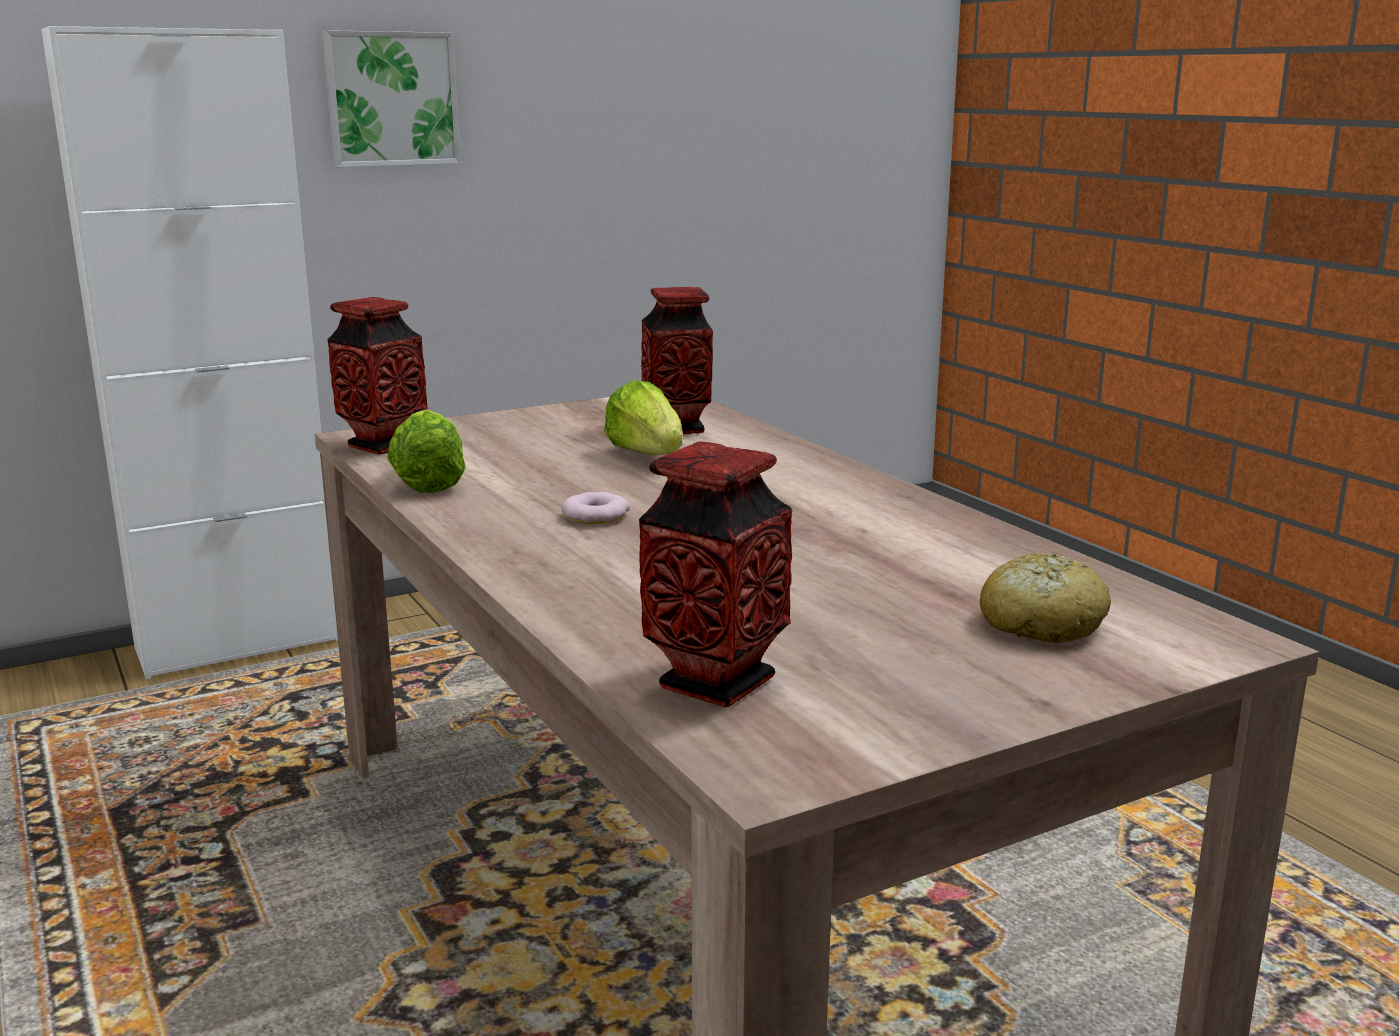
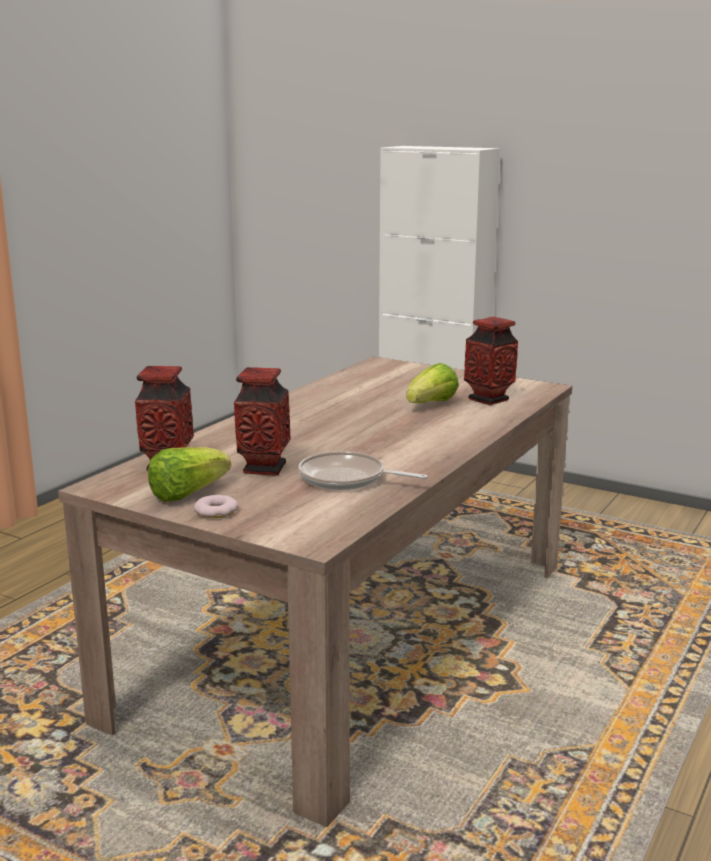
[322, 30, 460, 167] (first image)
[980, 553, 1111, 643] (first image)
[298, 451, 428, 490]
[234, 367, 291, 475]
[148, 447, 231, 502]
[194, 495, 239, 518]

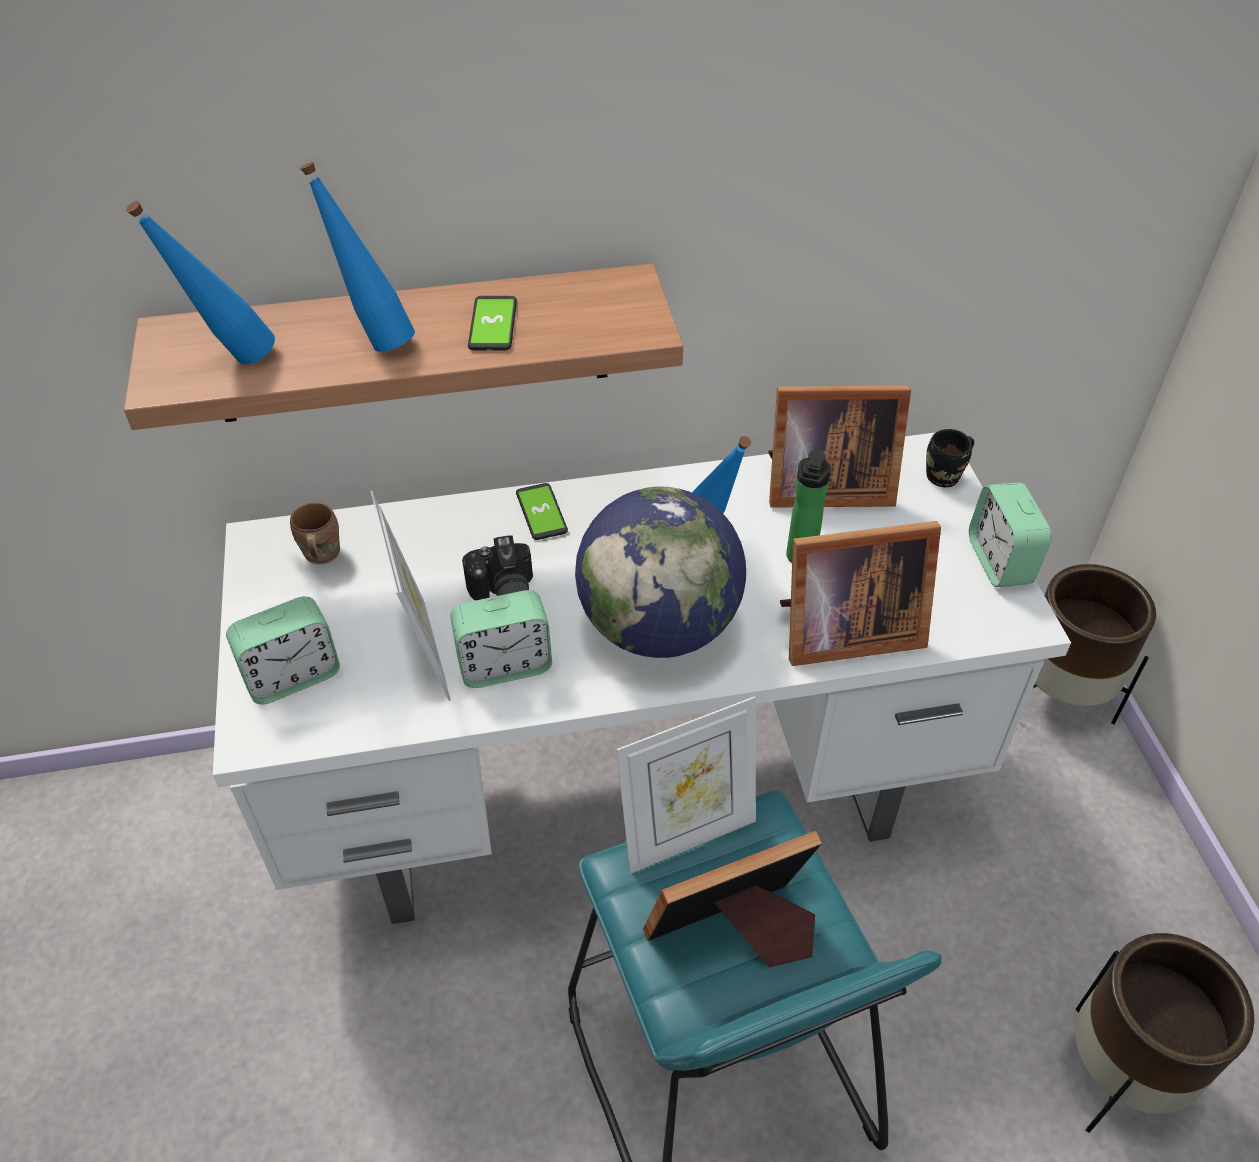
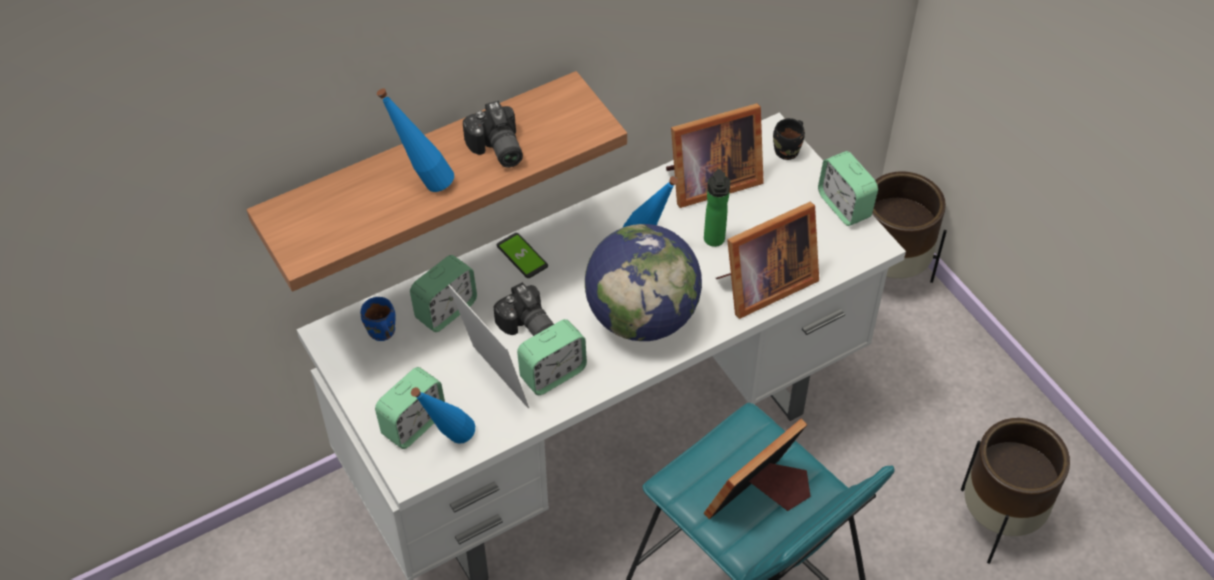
[616, 696, 756, 874] (first image)
[410, 255, 477, 332]
[411, 387, 475, 444]
[463, 101, 523, 167]
[361, 297, 396, 341]

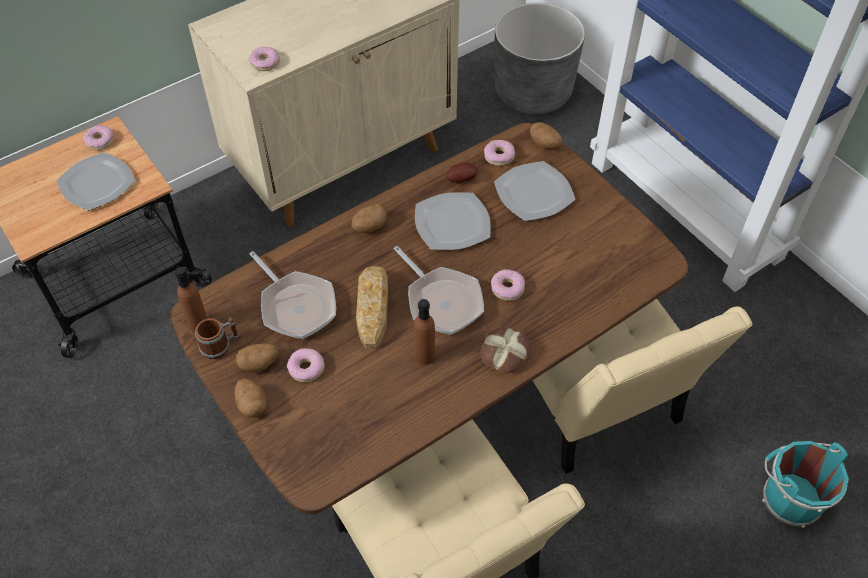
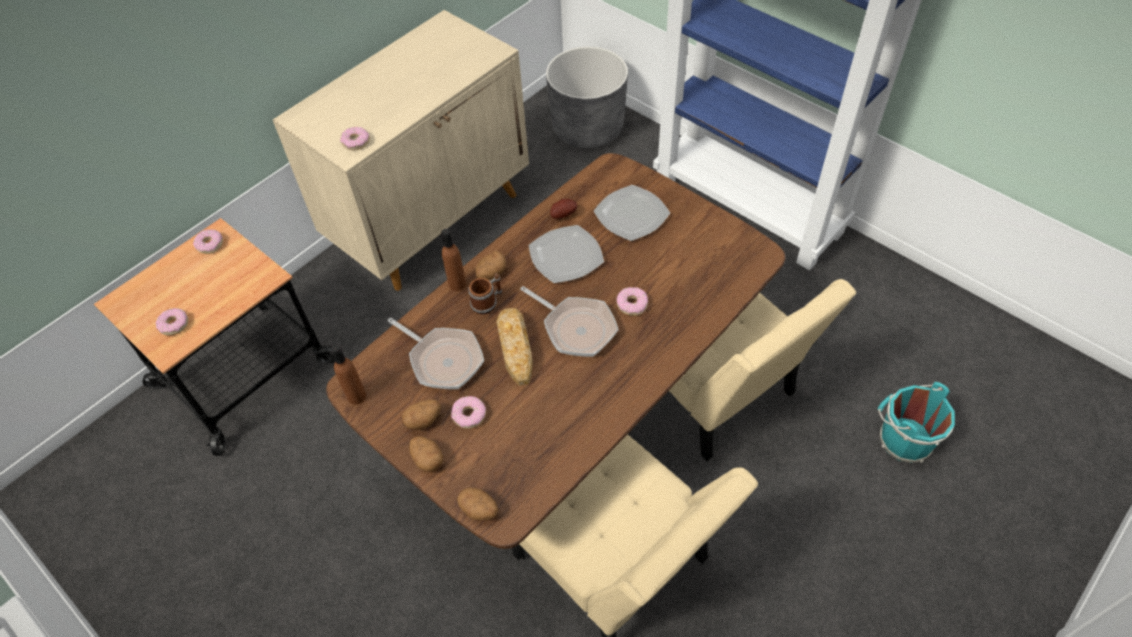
[57, 152, 135, 211] (first image)
[481, 328, 531, 374] (first image)
[468, 273, 503, 315]
[441, 229, 466, 291]
[156, 308, 188, 335]
[457, 487, 498, 520]

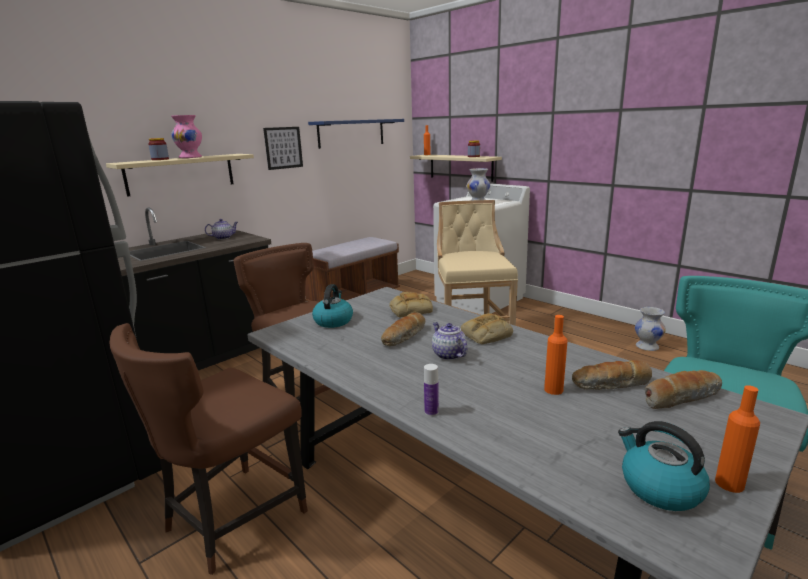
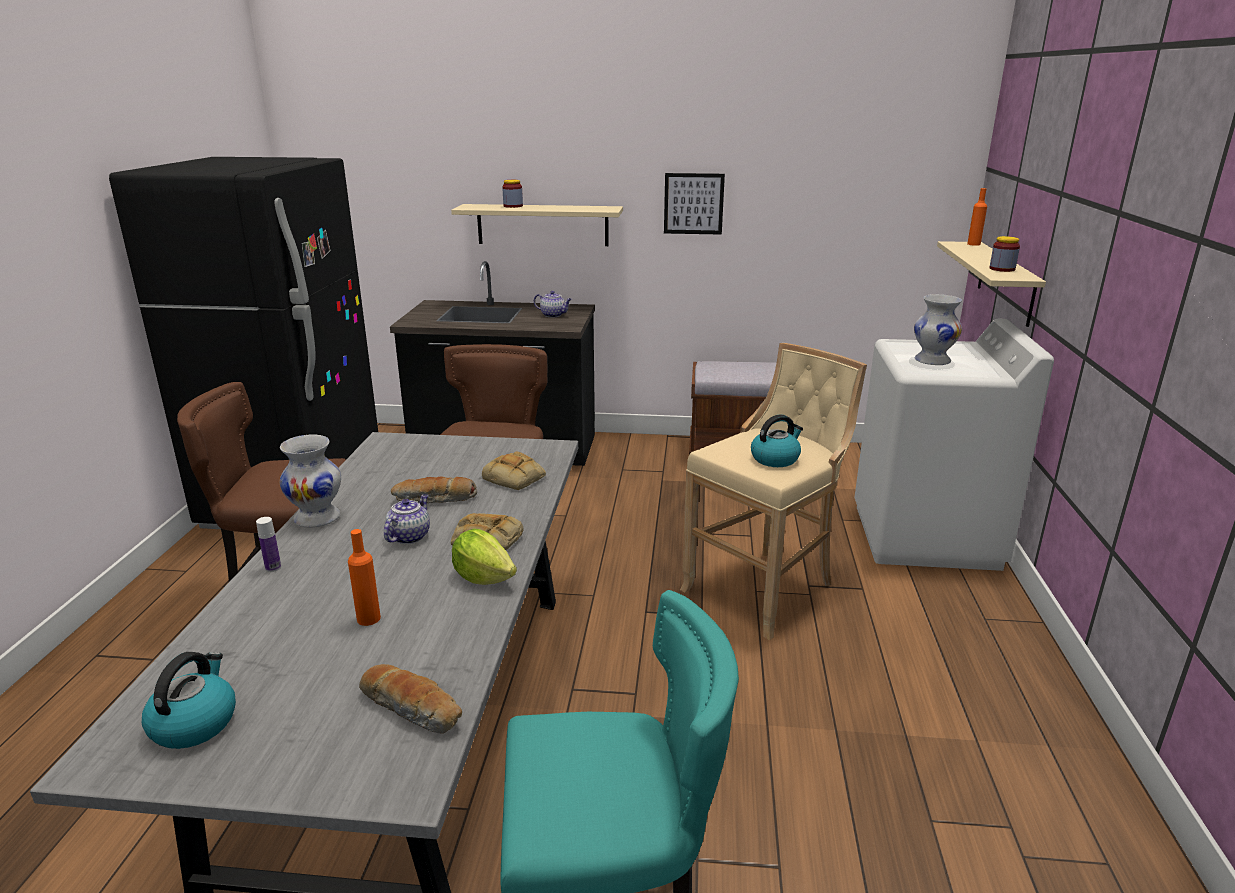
[171, 115, 202, 158] (first image)
[308, 119, 404, 149] (first image)
[572, 360, 652, 390] (first image)
[715, 385, 760, 493] (first image)
[452, 529, 517, 585]
[751, 414, 803, 467]
[280, 434, 341, 528]

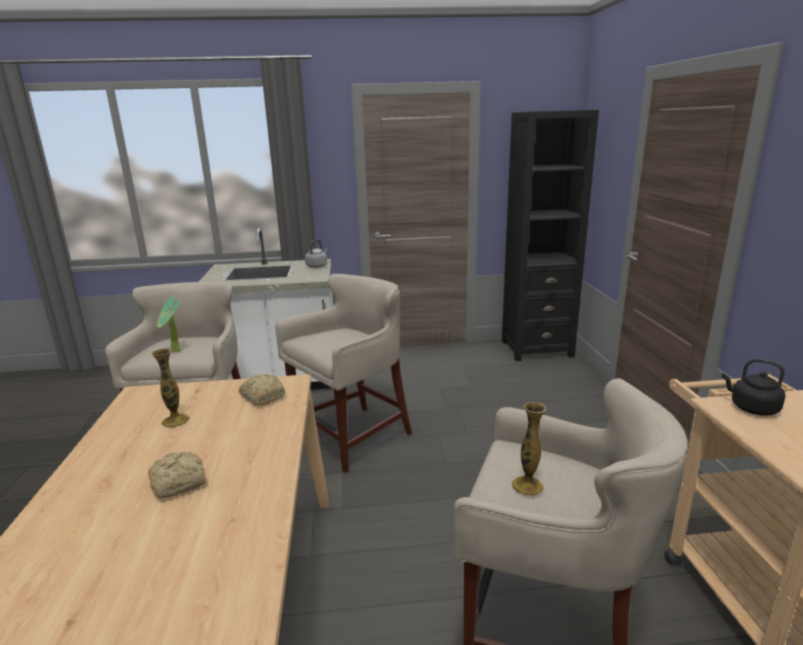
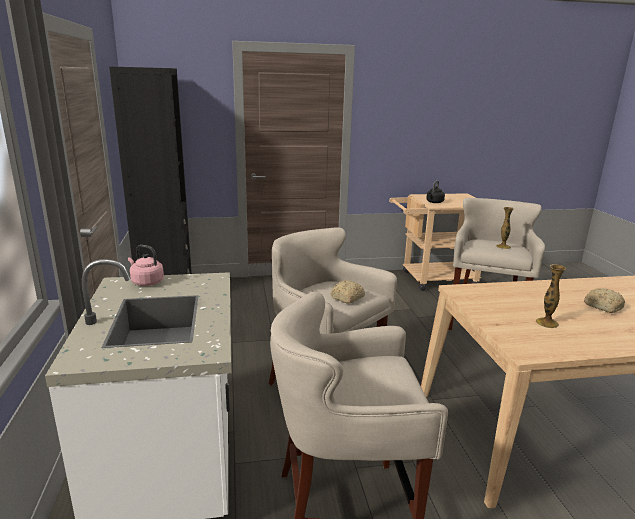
[157, 297, 181, 352] (first image)
[330, 280, 365, 304]
[128, 245, 164, 286]

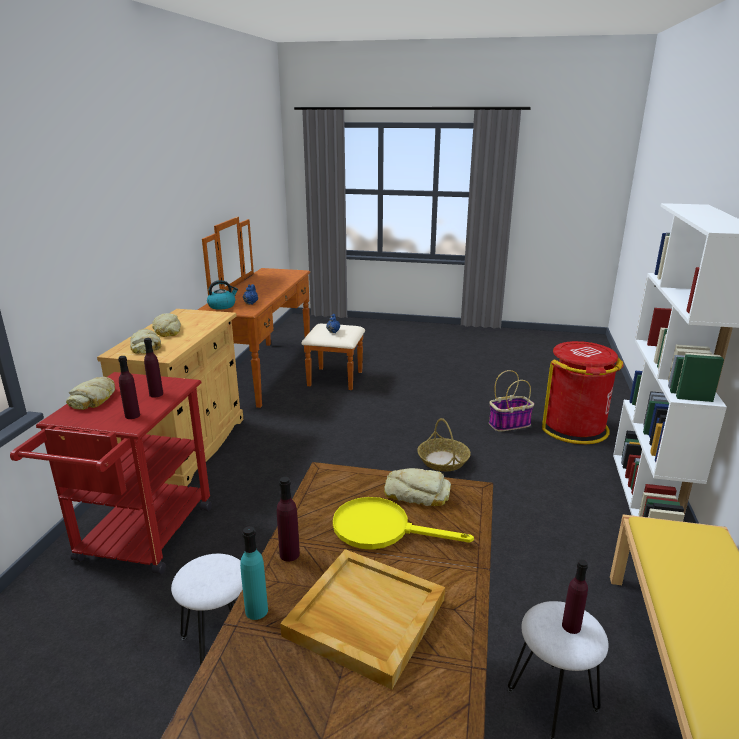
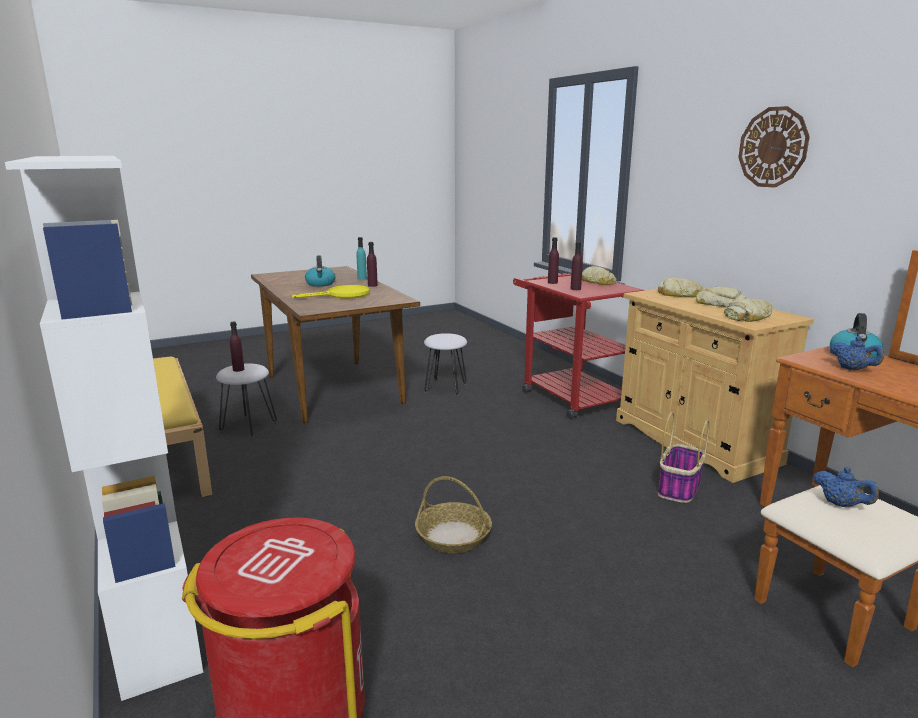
[738, 106, 810, 188]
[724, 298, 773, 322]
[658, 412, 710, 503]
[305, 255, 336, 287]

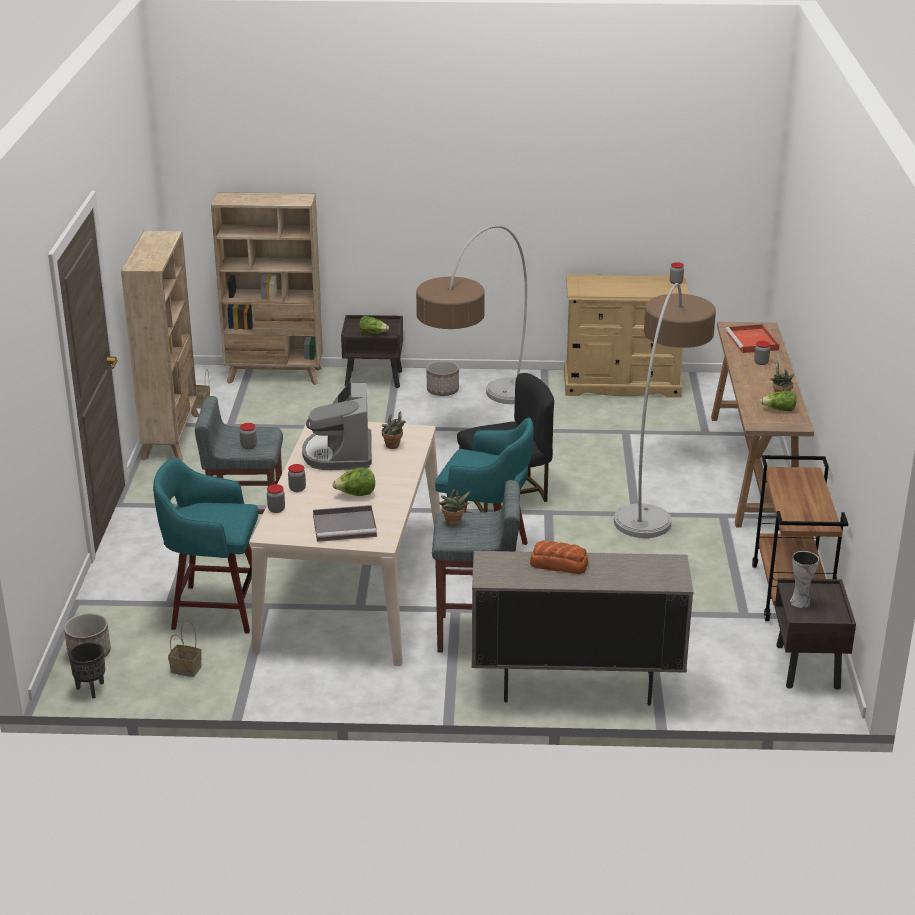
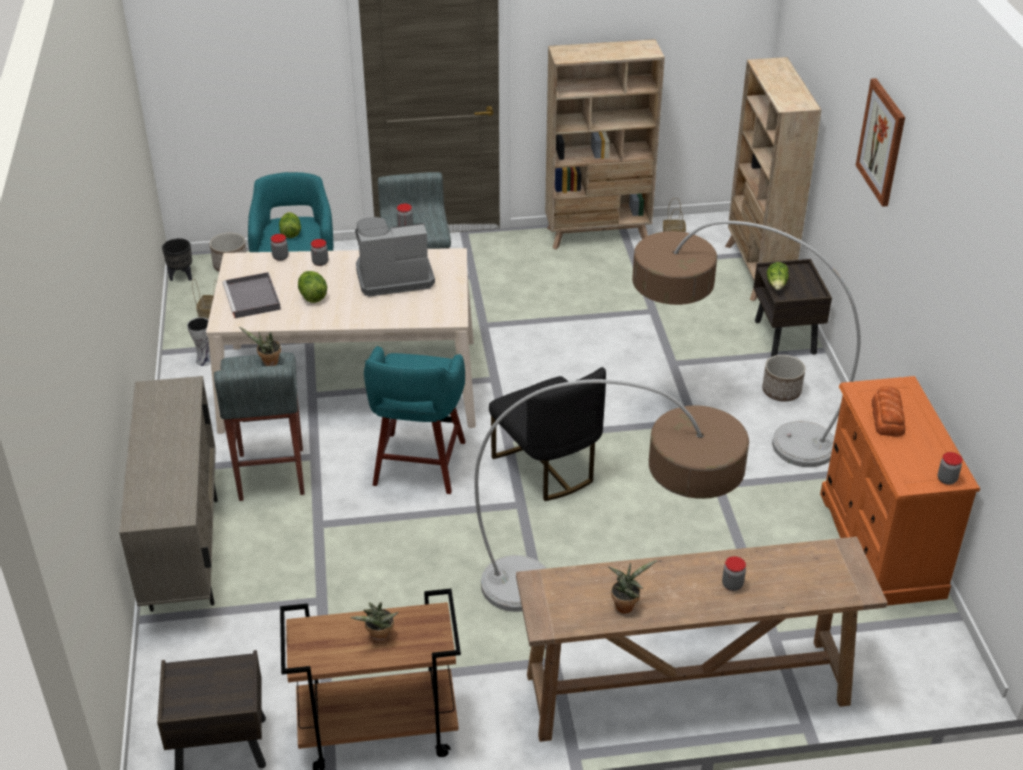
[725, 324, 780, 353] (first image)
[856, 78, 905, 207]
[350, 602, 399, 642]
[872, 386, 905, 437]
[279, 212, 301, 238]
[187, 317, 211, 366]
[820, 376, 980, 606]

